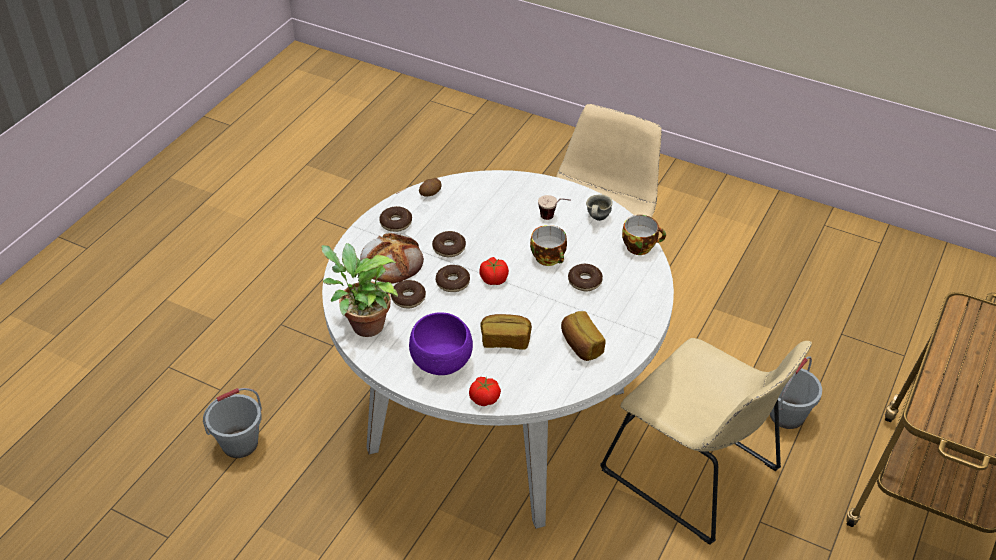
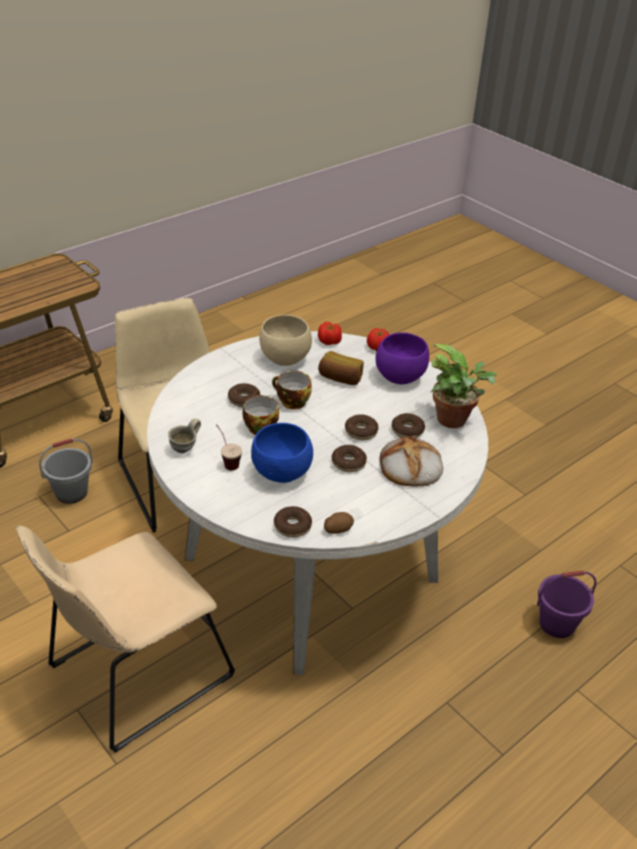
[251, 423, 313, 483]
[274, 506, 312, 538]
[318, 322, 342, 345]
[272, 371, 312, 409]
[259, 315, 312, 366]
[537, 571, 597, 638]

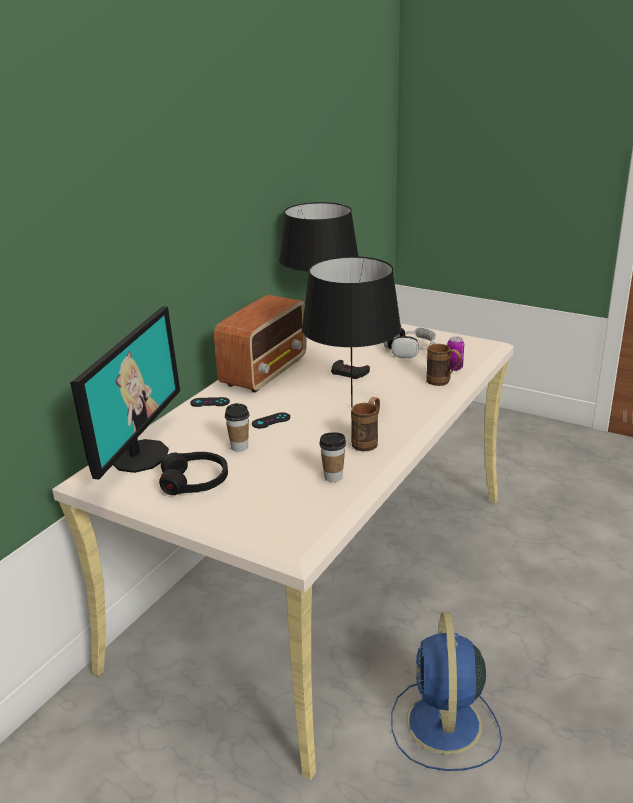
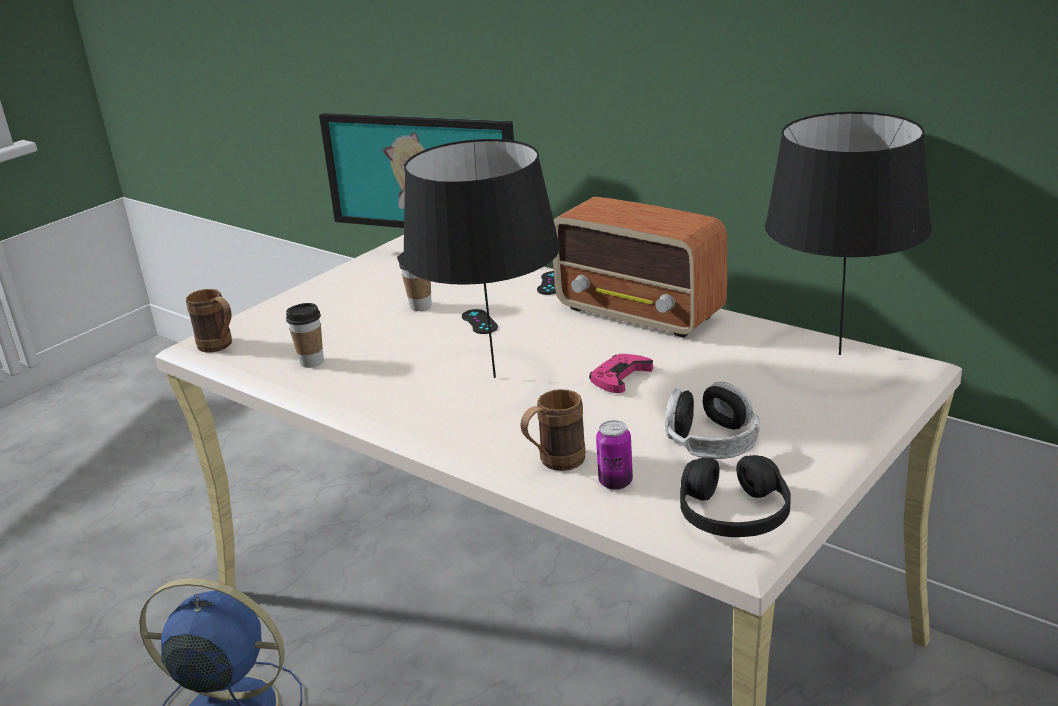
[680, 455, 791, 537]
[186, 289, 232, 352]
[589, 354, 653, 393]

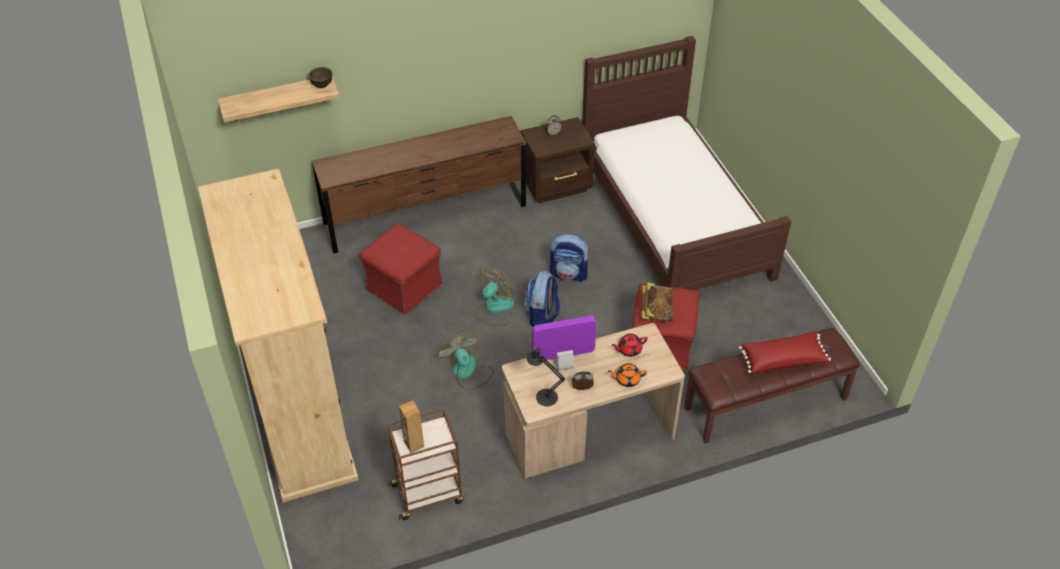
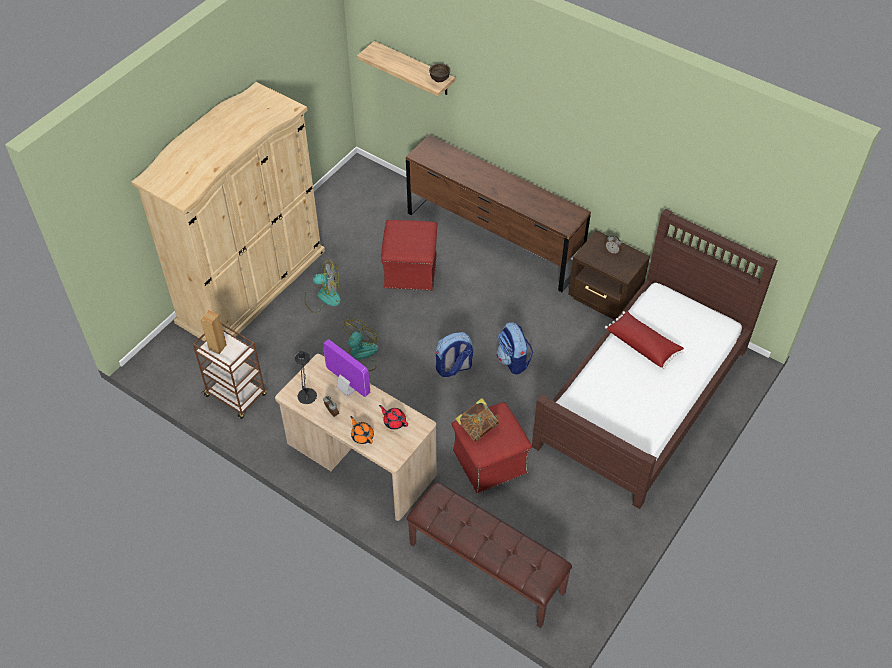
[304, 260, 341, 313]
[605, 311, 684, 369]

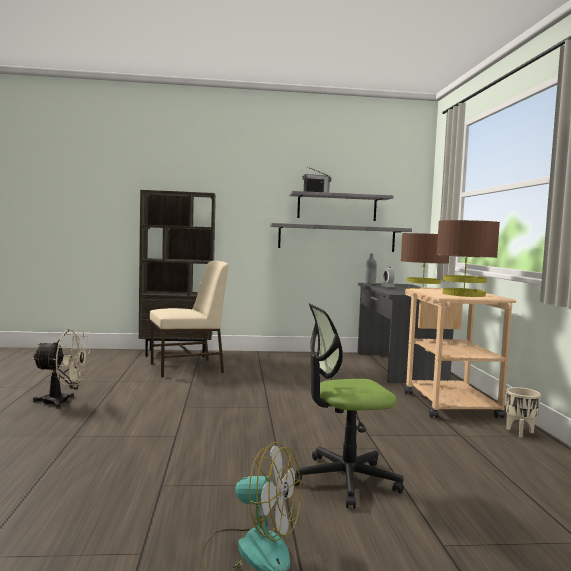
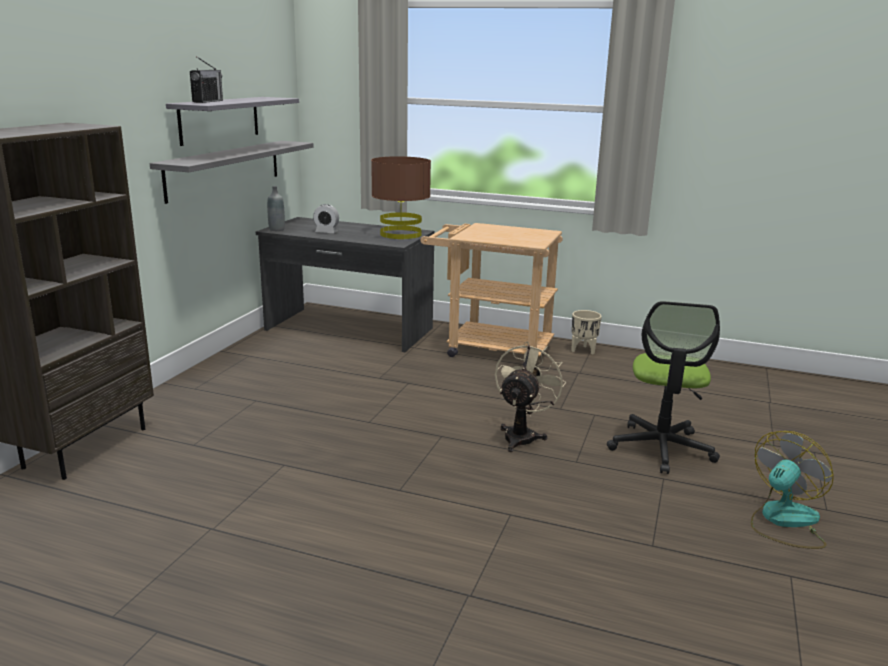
[150, 260, 229, 377] (first image)
[437, 220, 500, 297] (first image)
[495, 342, 566, 452]

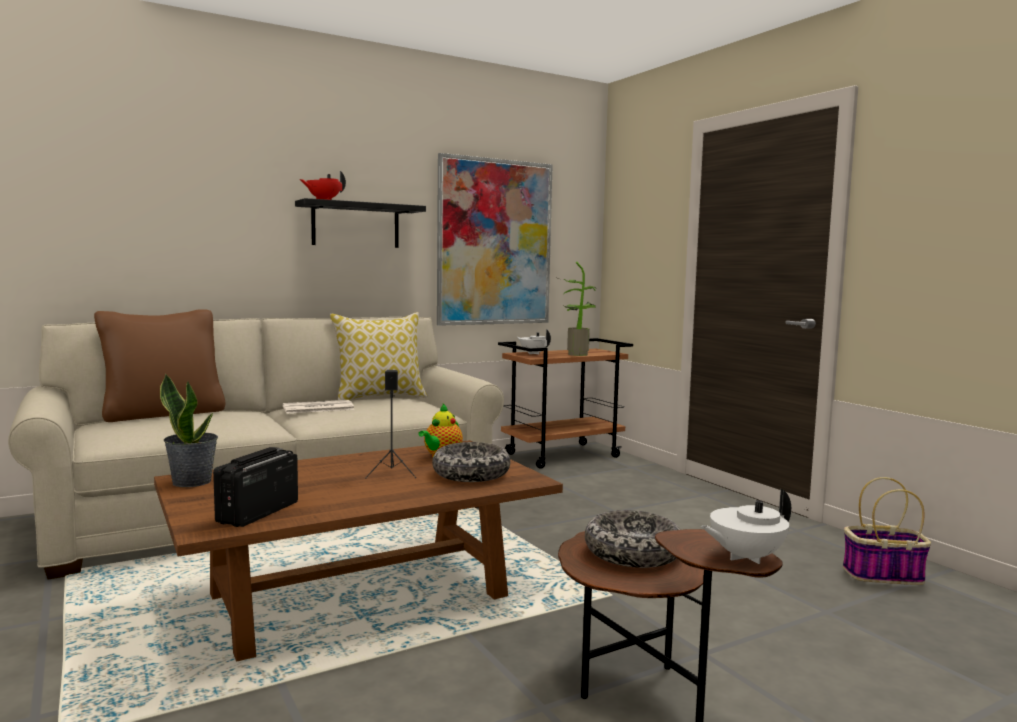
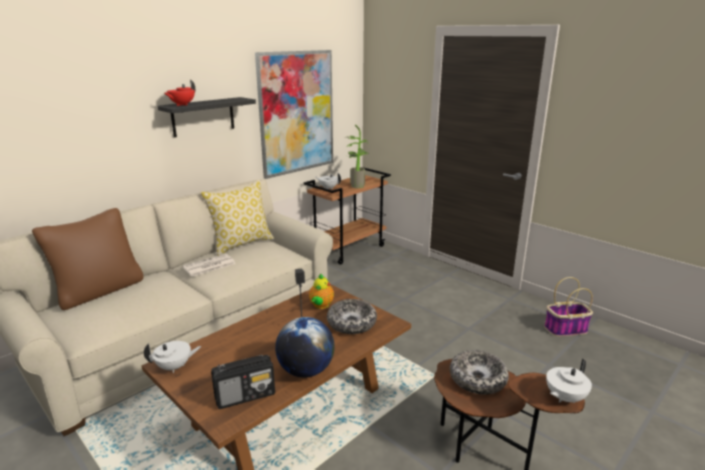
[275, 317, 335, 378]
[144, 341, 201, 373]
[211, 355, 275, 409]

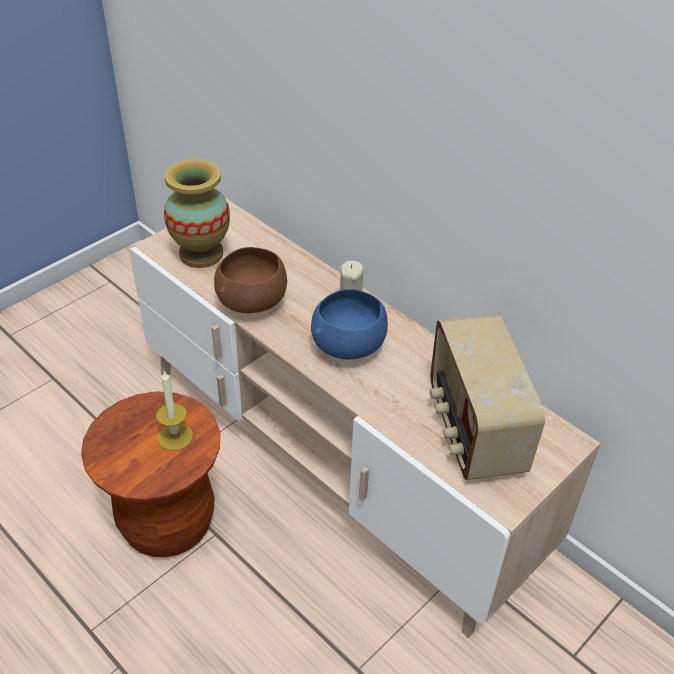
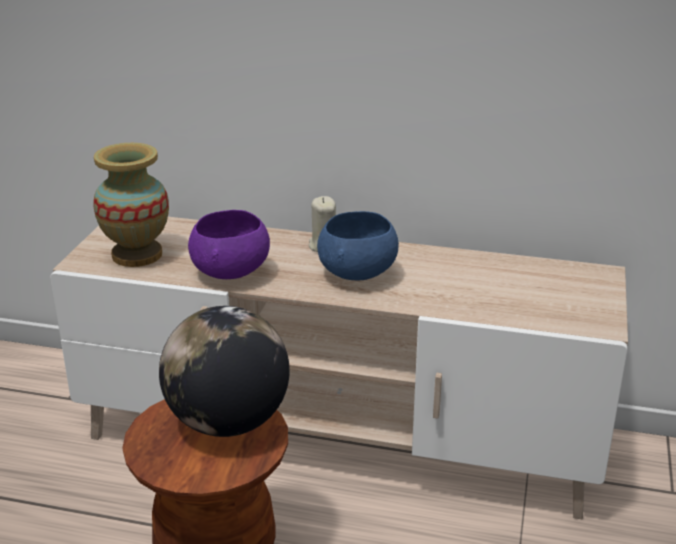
[430, 314, 545, 480] (first image)
[159, 306, 290, 437]
[188, 210, 270, 279]

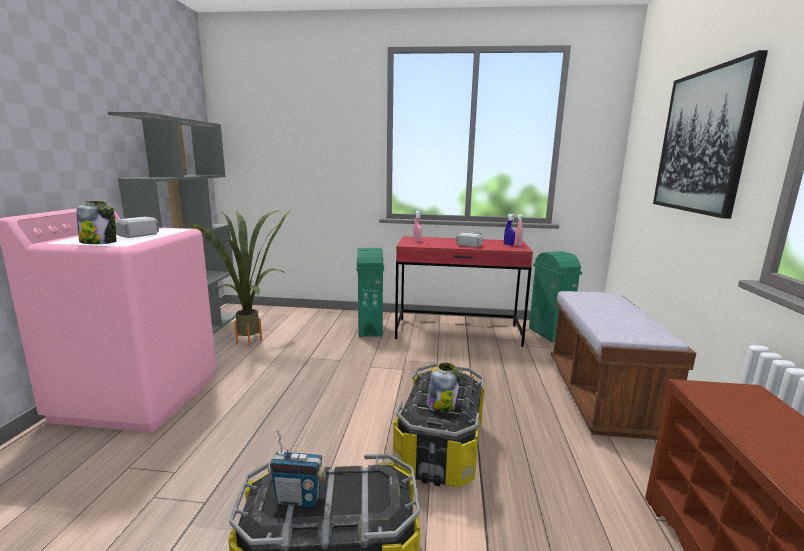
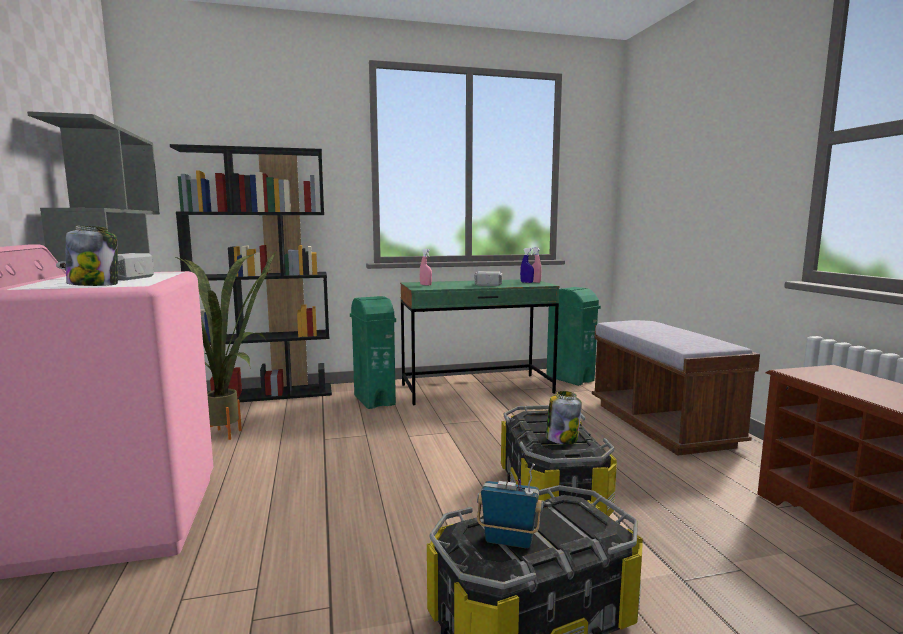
[653, 50, 768, 219] (first image)
[170, 144, 332, 402]
[400, 279, 559, 405]
[477, 463, 543, 549]

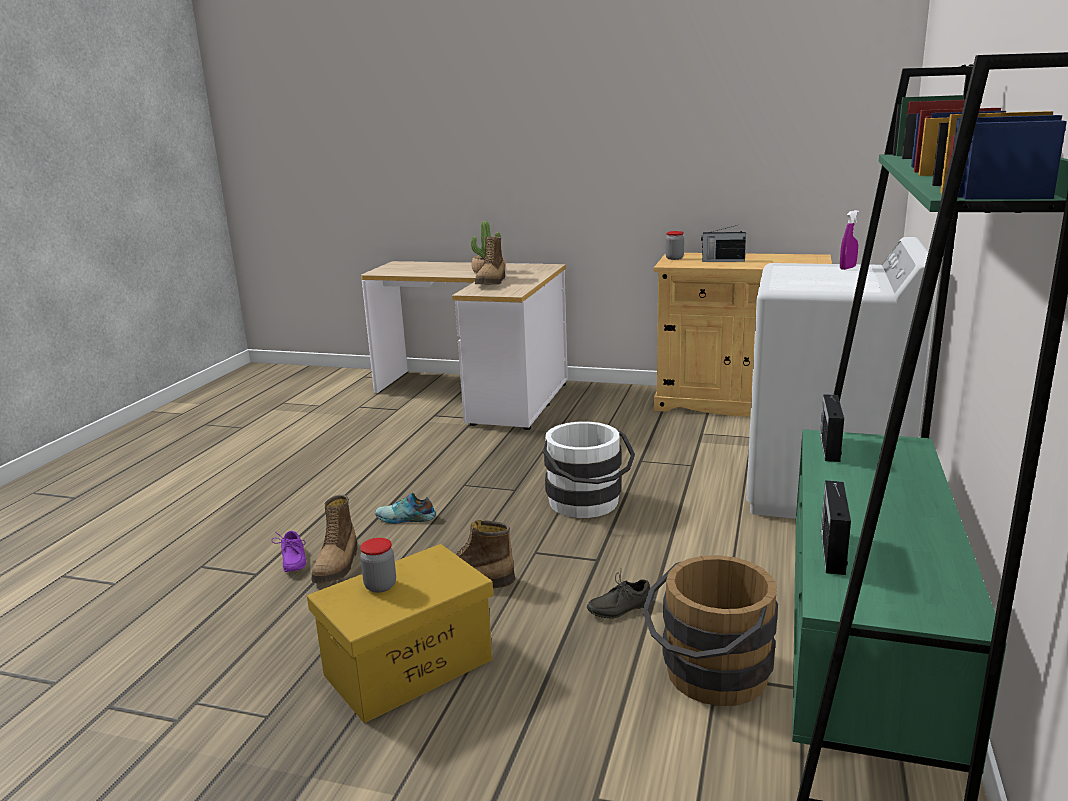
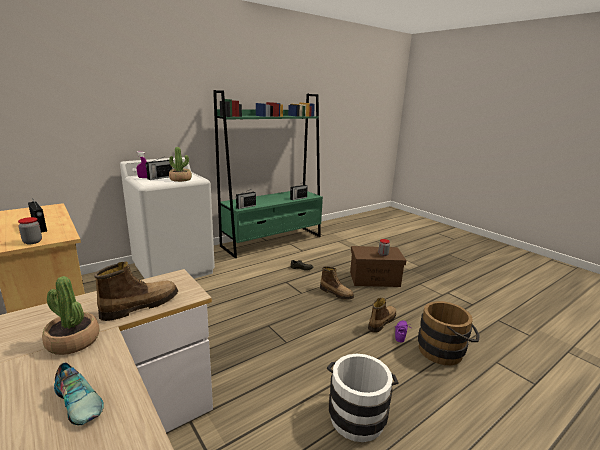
[145, 157, 172, 180]
[169, 147, 192, 182]
[54, 363, 104, 425]
[327, 354, 399, 442]
[418, 301, 480, 365]
[350, 246, 407, 287]

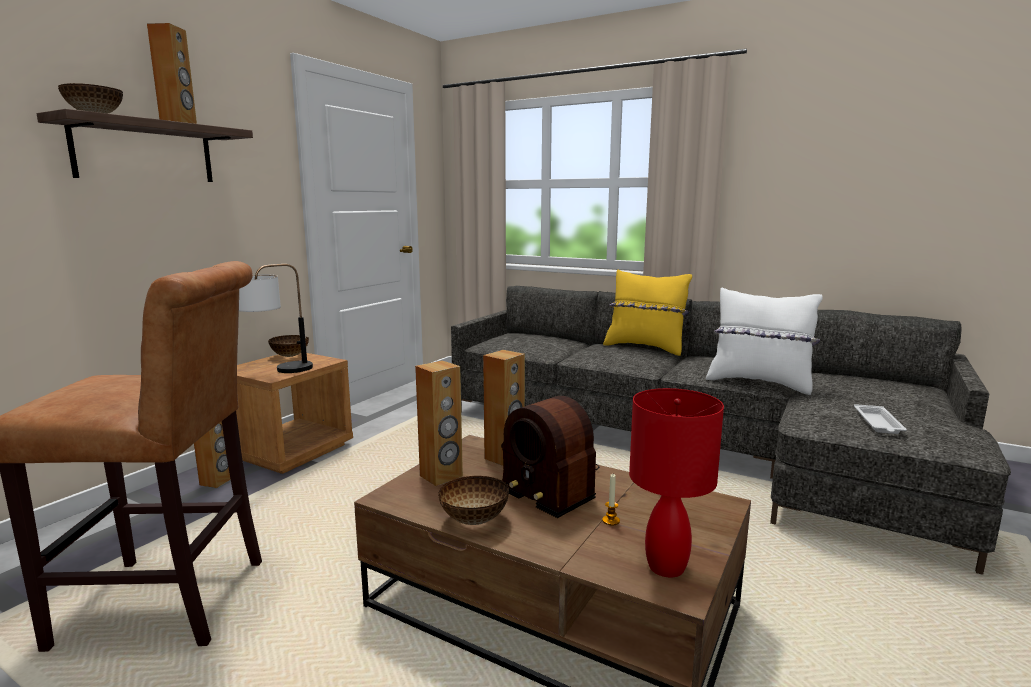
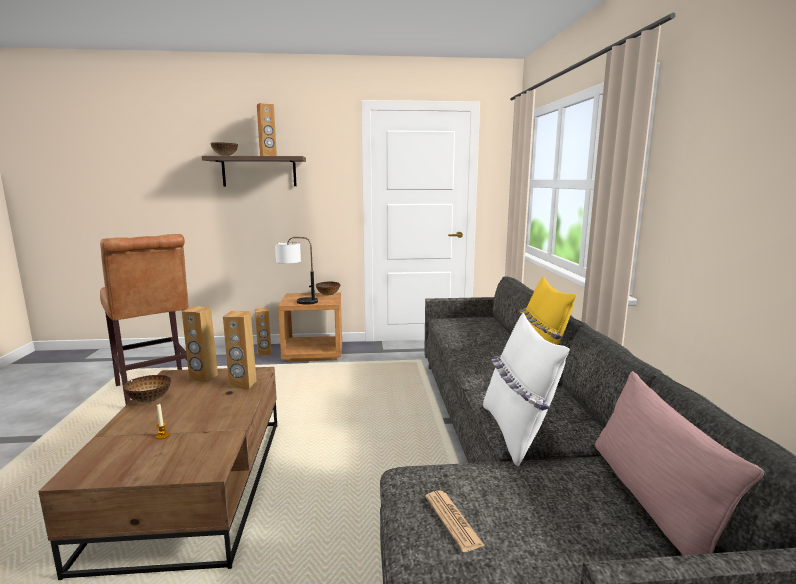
[501, 396, 599, 518] (first image)
[629, 388, 724, 577] (first image)
[595, 371, 764, 555]
[425, 490, 485, 552]

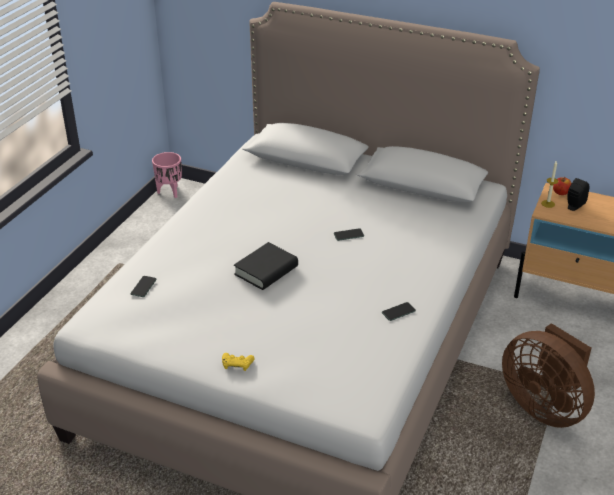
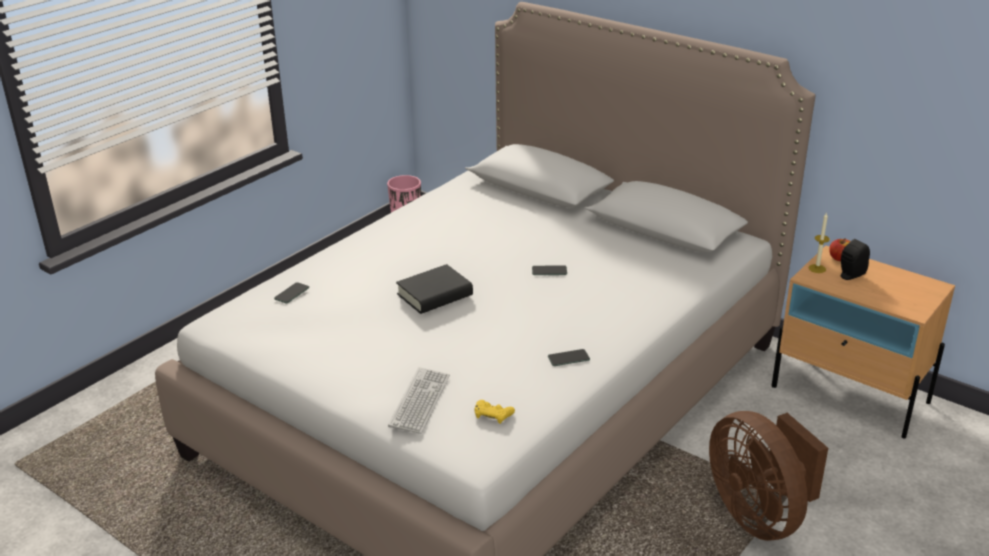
[388, 367, 450, 434]
[475, 400, 515, 424]

